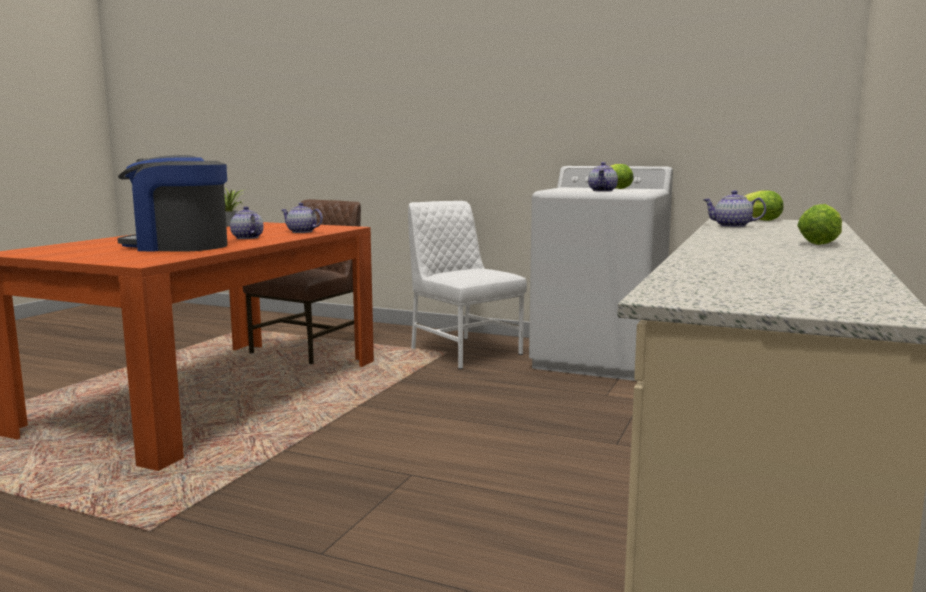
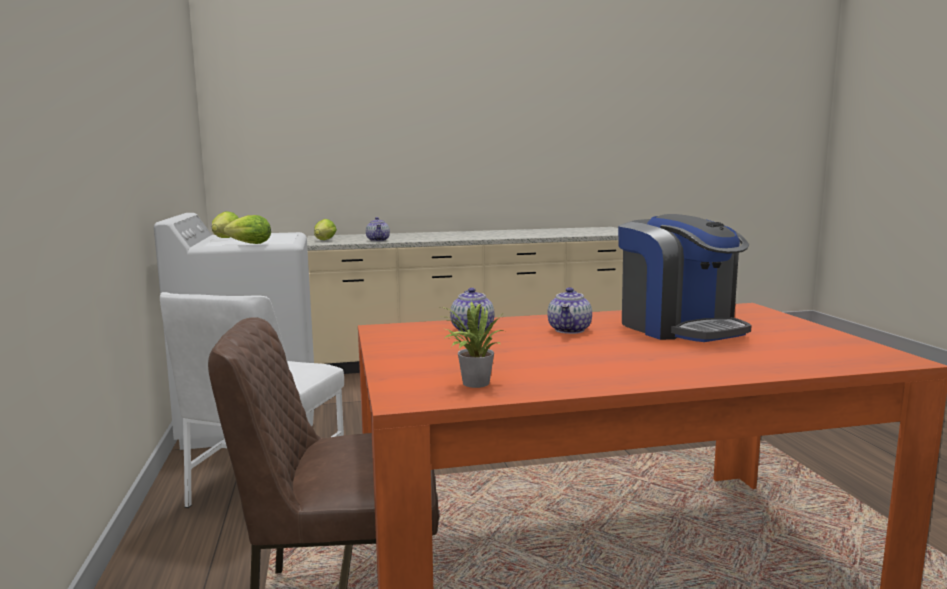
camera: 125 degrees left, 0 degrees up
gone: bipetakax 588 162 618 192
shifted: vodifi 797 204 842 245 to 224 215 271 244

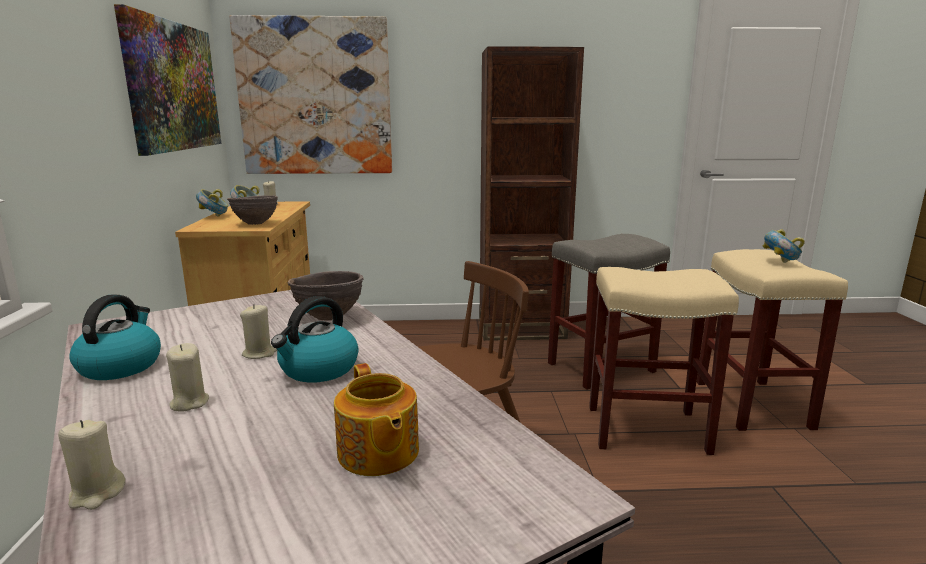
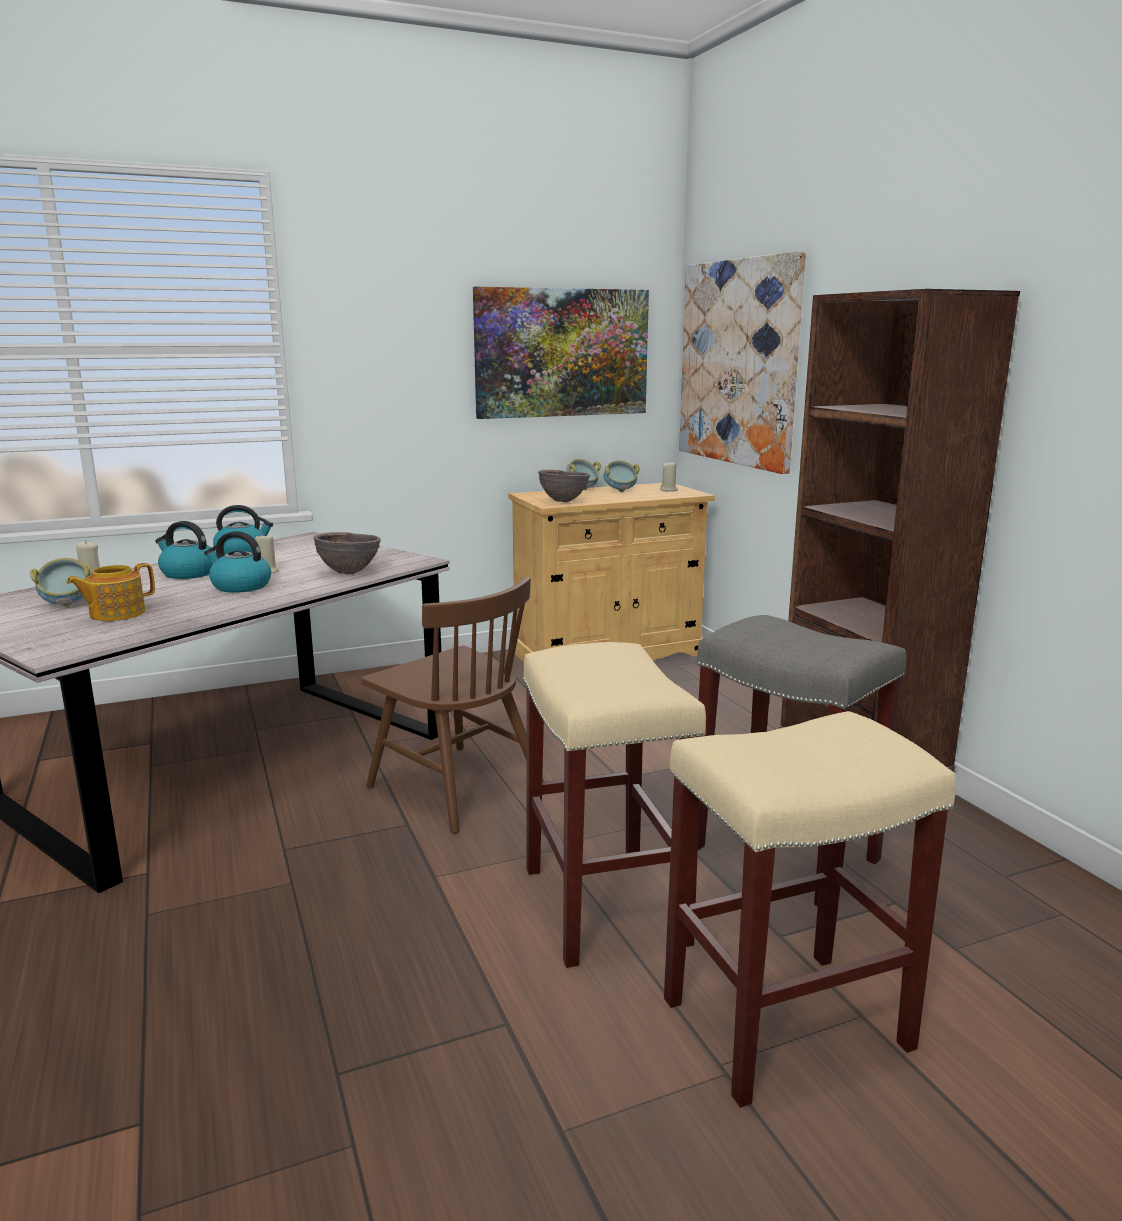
camera: 70 degrees right, 0 degrees up
shifted: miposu 763 229 805 263 to 30 558 92 607
swapped: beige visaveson 166 343 209 412 to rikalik 155 521 212 579

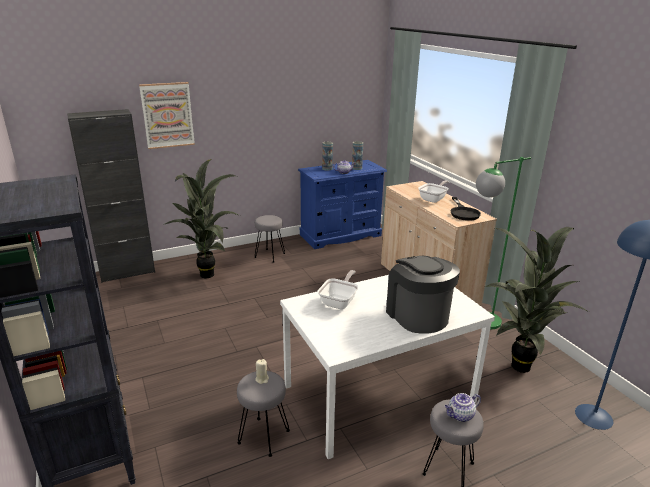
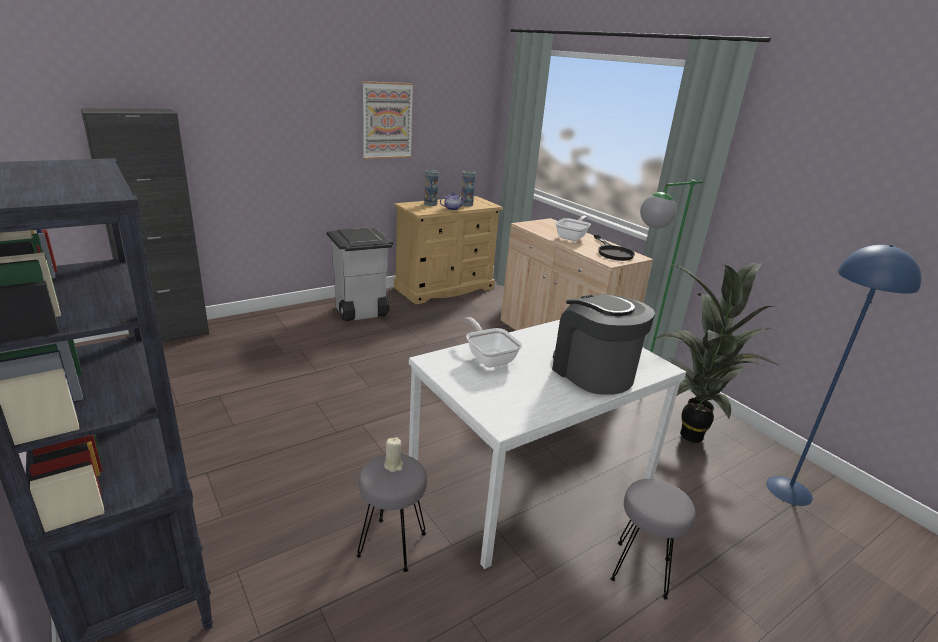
camera: 10 degrees left, 0 degrees up
gone: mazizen 163 159 240 278; bipetakax 445 393 481 422
shifted: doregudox 139 82 195 149 to 362 81 413 159
swapped: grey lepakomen 254 215 285 262 to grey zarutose 327 228 393 321
repainted: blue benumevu 298 160 387 249 to beige benumevu 394 196 503 304
rotated: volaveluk 318 270 359 309 = 465 317 522 368 45 degrees counterclockwise

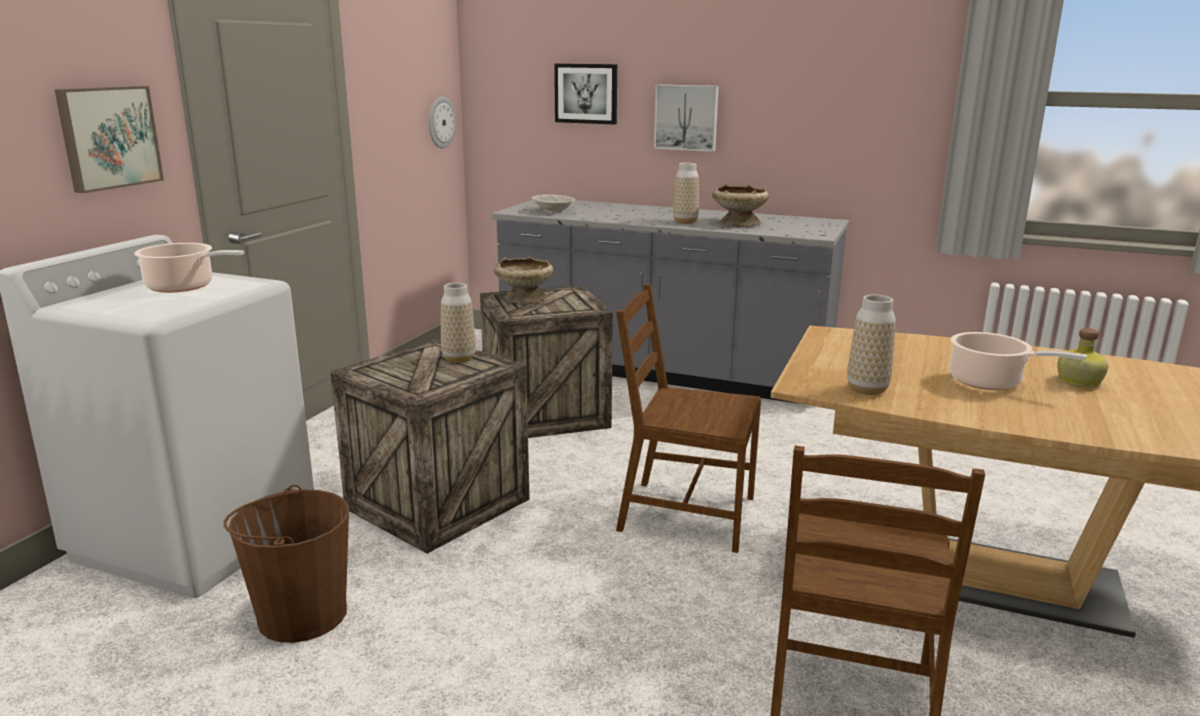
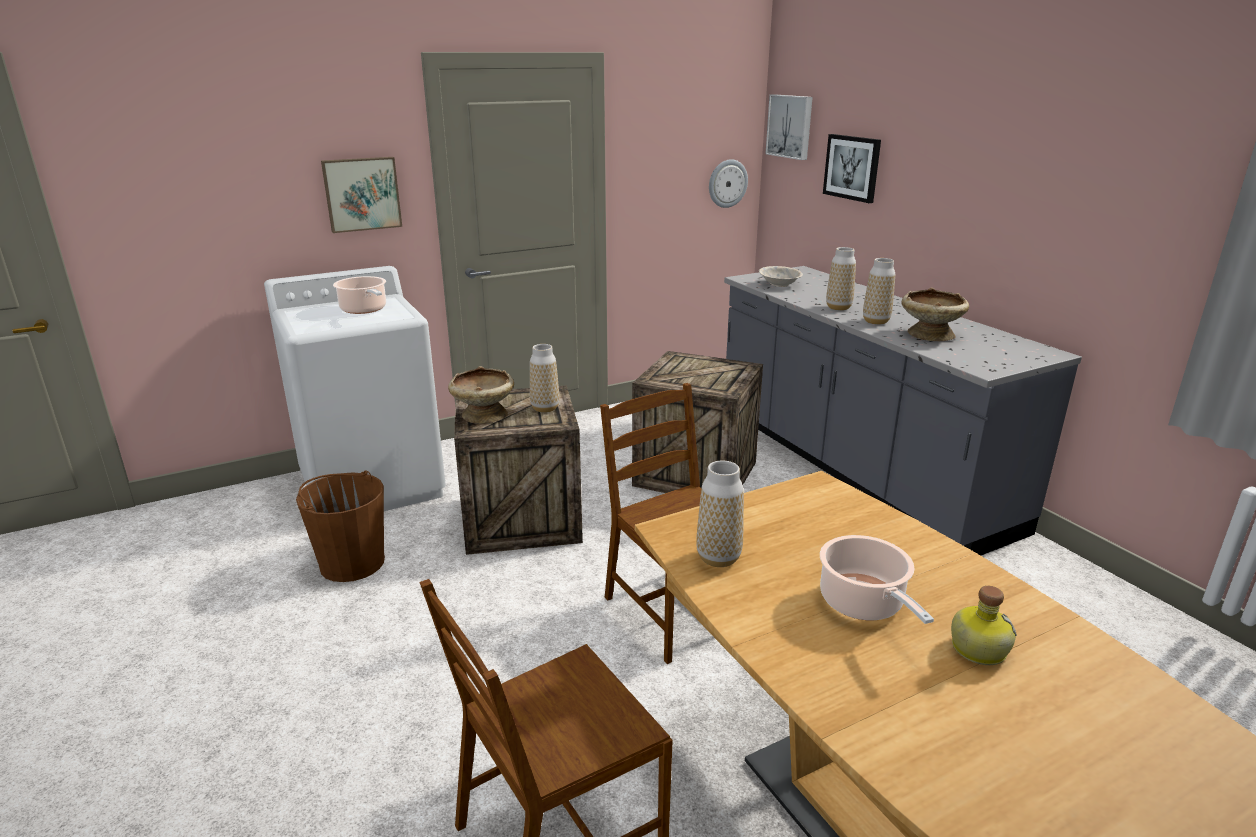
camera: 40 degrees right, 5 degrees up
new: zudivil 826 247 856 310
shifted: beige miposu 494 257 553 304 to 448 366 514 424; doregudox 654 85 719 152 to 766 94 813 160

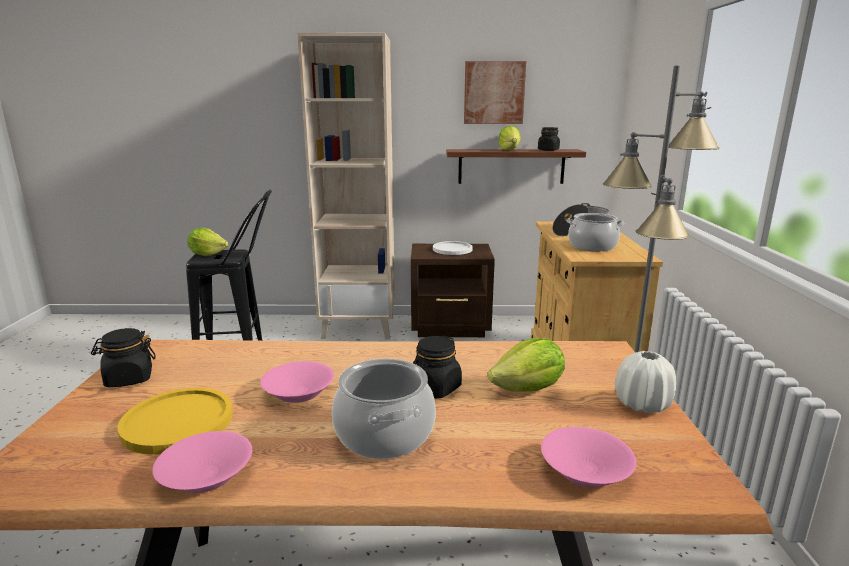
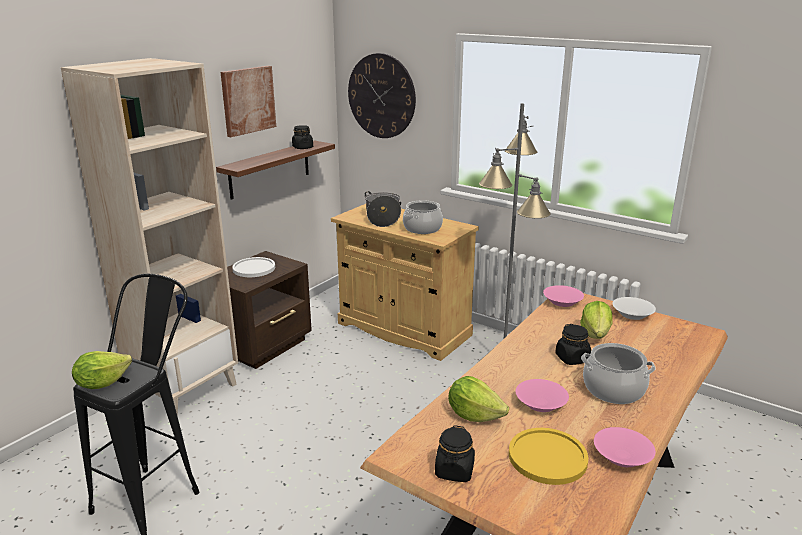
camera: 55 degrees left, 5 degrees up
new: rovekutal 348 53 416 138
shifted: vodifi 498 126 521 150 to 448 376 509 422; pink miposu 541 427 637 487 to 543 285 584 307
swapped: white zudivil 615 351 676 413 to white miposu 612 297 656 320

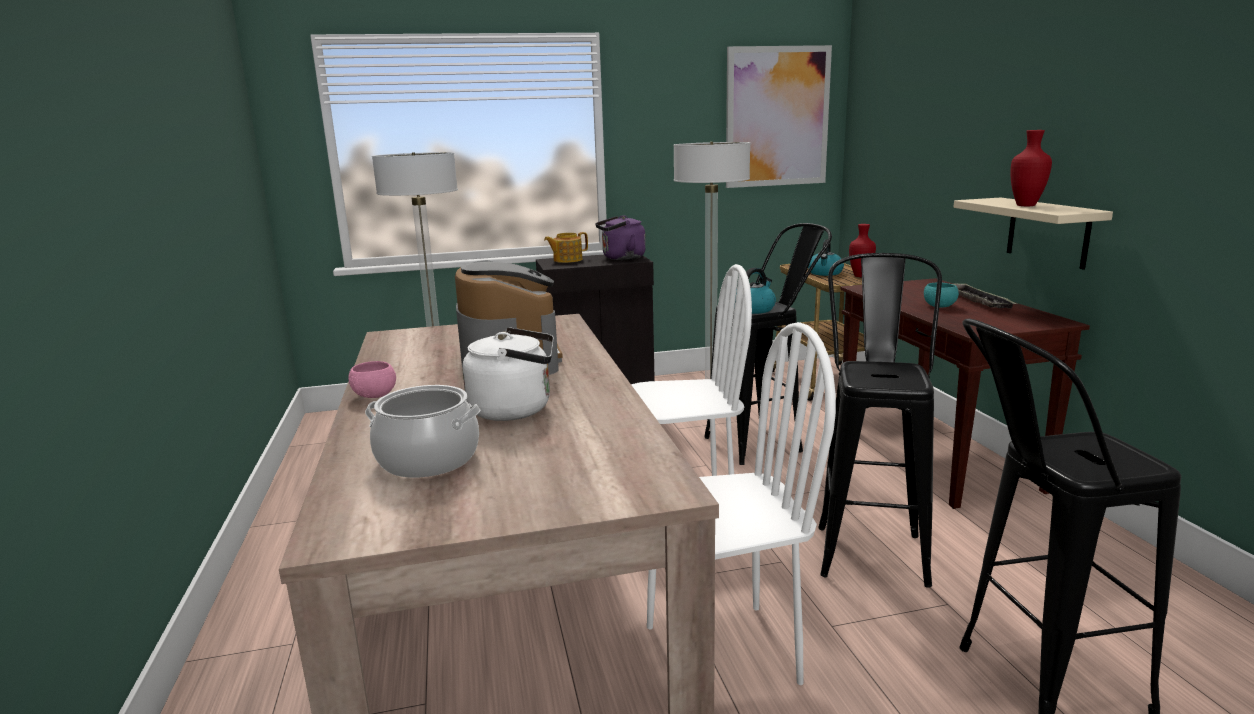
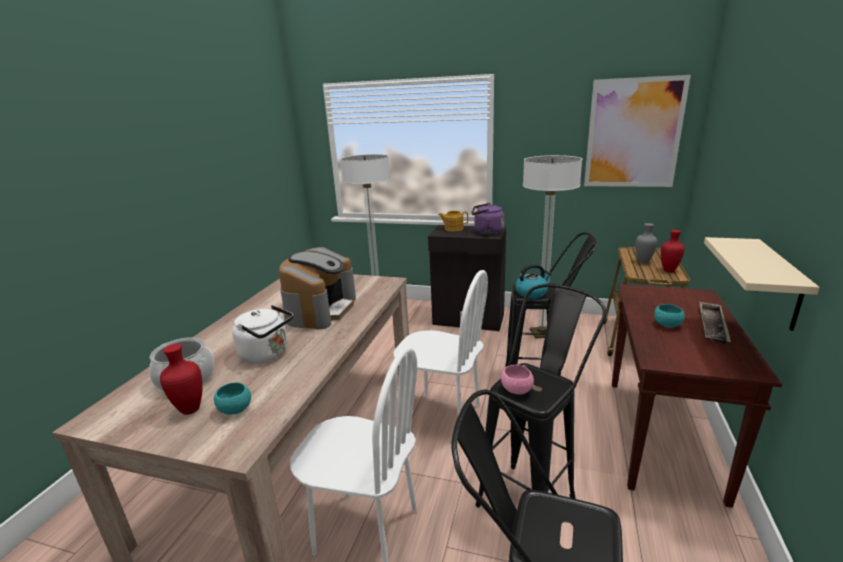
camera: 30 degrees right, 5 degrees up
new: turquoise miposu 214 382 251 415
shifted: pink miposu 348 361 396 398 to 501 365 534 395; red zudivil 1011 130 1052 206 to 160 344 203 415
swapped: rikalik 808 239 844 276 to grey zudivil 635 223 658 264

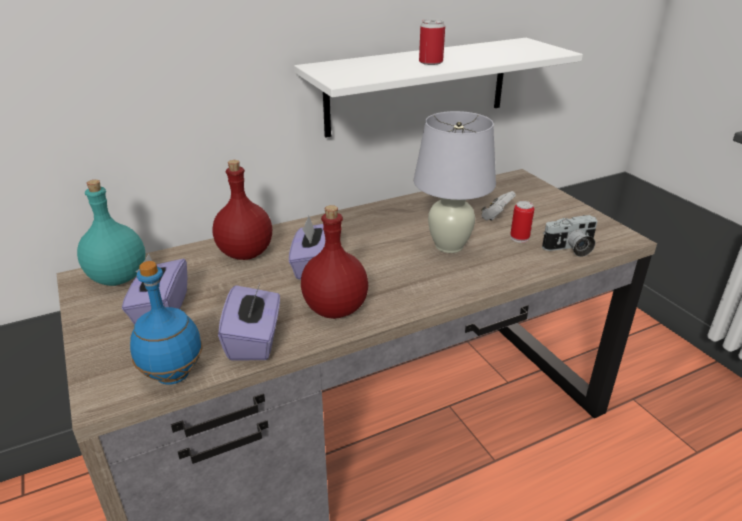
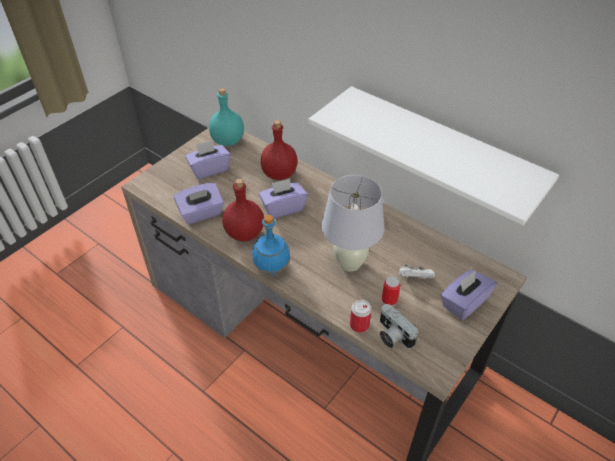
camera: 65 degrees right, 15 degrees up
new: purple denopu 440 270 497 320
shifted: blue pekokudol 130 261 203 385 to 252 215 290 276; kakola 419 19 445 65 to 350 300 372 333

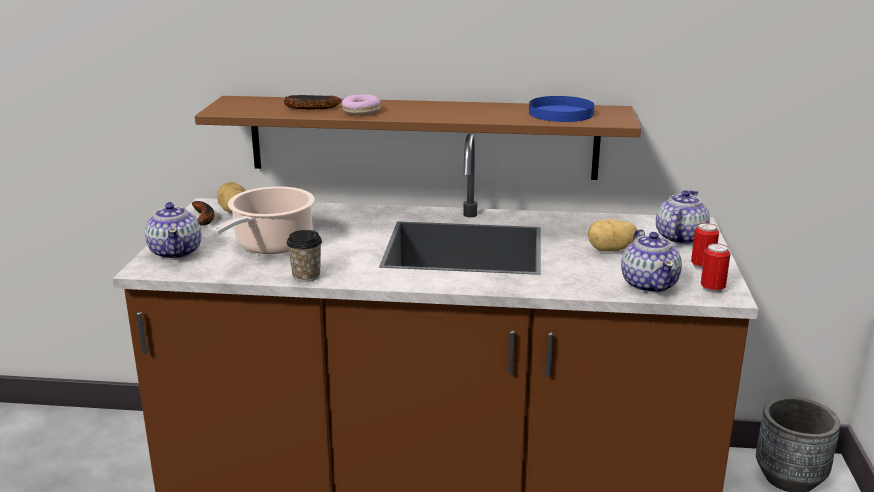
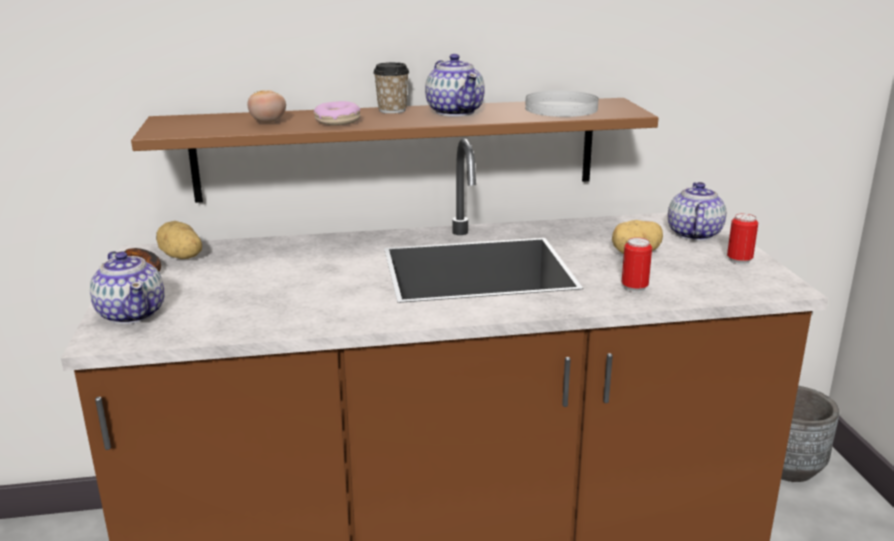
camera: 15 degrees left, 0 degrees up
gone: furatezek 211 186 315 254
shifted: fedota 286 230 322 282 to 373 62 409 114; bipetakax 621 229 682 293 to 425 54 485 116; kakola 701 243 730 294 to 622 237 652 293
swapped: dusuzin 284 95 341 110 to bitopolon 247 90 286 123
repainted: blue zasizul 529 96 594 122 to white zasizul 525 91 599 117

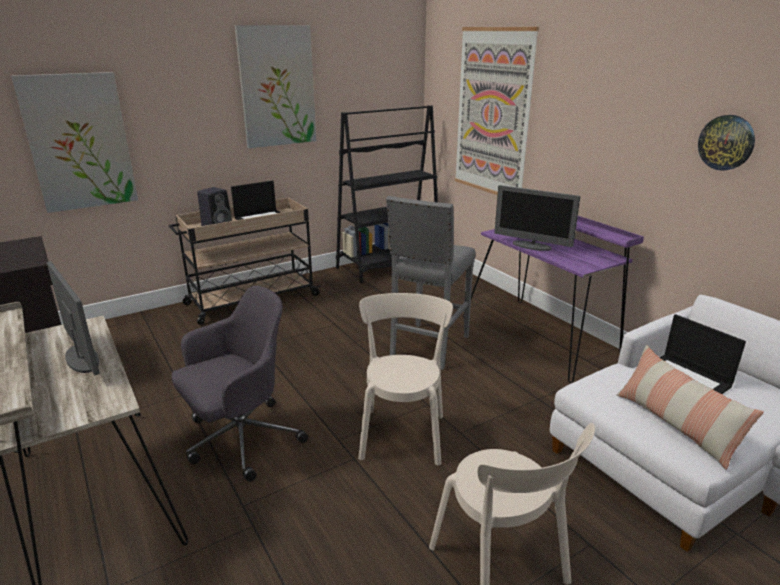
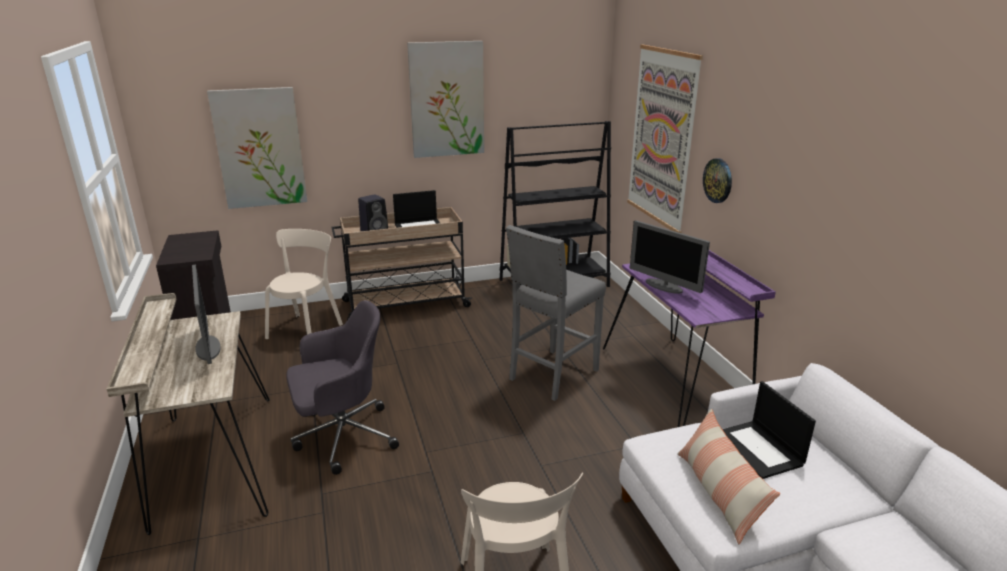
camera: 15 degrees right, 0 degrees up
shifted: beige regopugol 358 293 453 465 to 265 229 343 339; rovekutal 698 115 755 170 to 703 158 732 203

